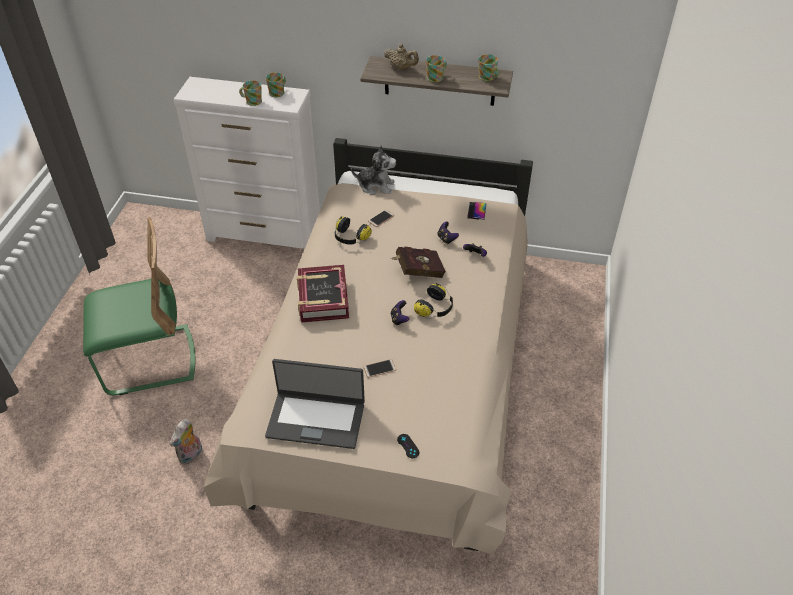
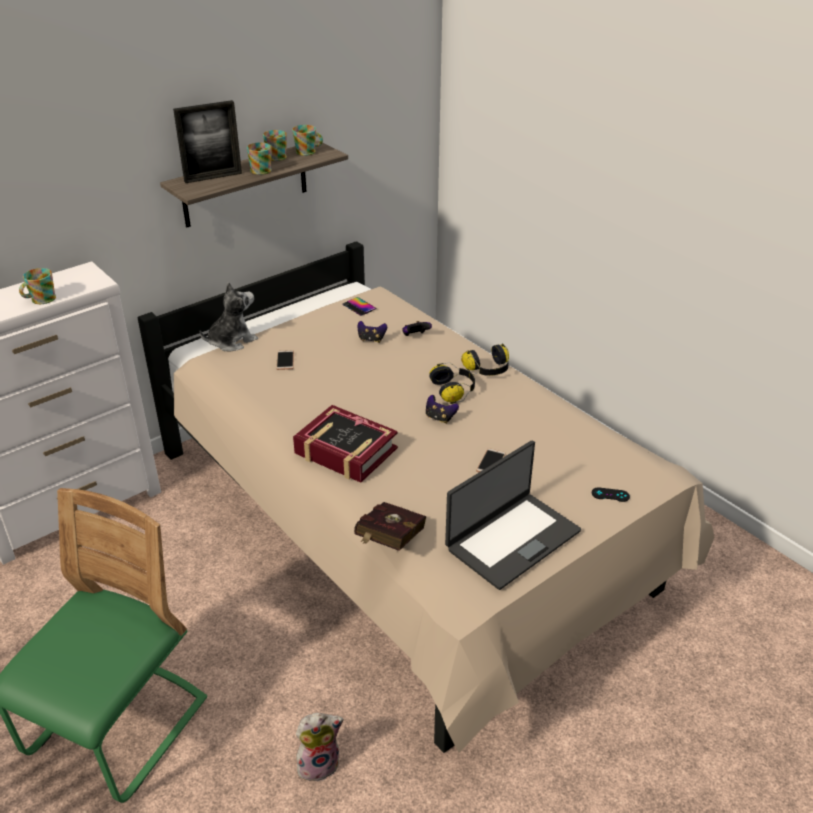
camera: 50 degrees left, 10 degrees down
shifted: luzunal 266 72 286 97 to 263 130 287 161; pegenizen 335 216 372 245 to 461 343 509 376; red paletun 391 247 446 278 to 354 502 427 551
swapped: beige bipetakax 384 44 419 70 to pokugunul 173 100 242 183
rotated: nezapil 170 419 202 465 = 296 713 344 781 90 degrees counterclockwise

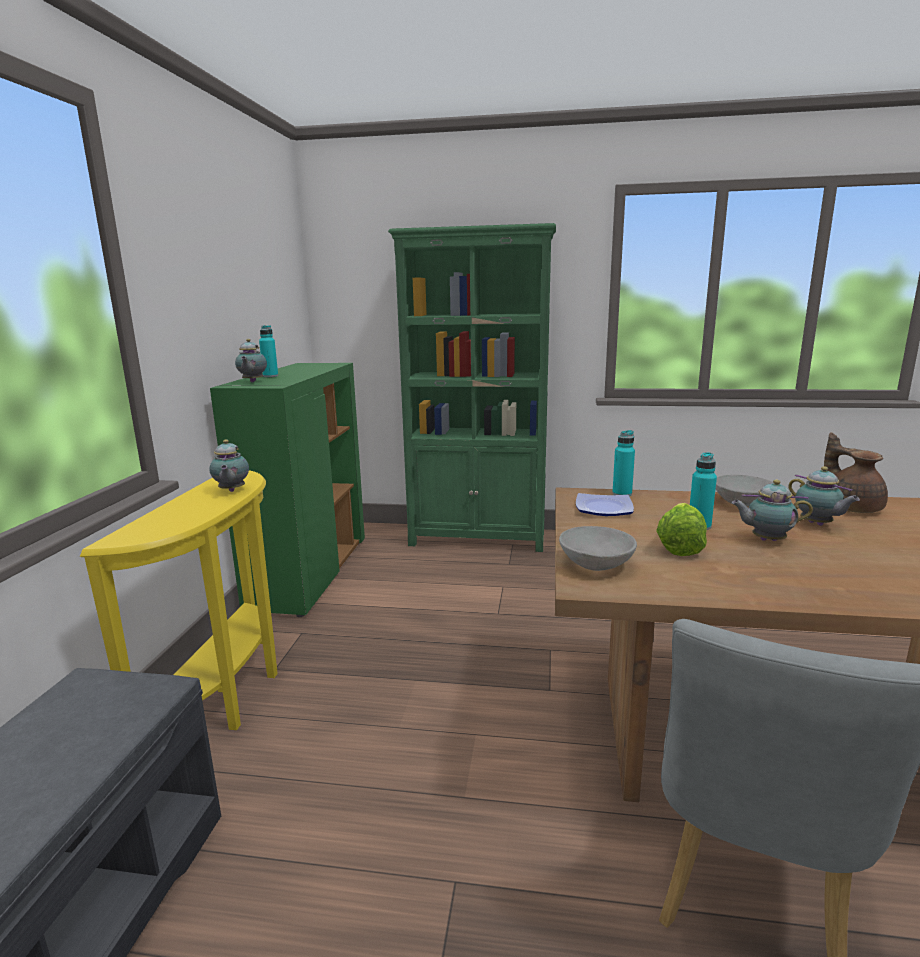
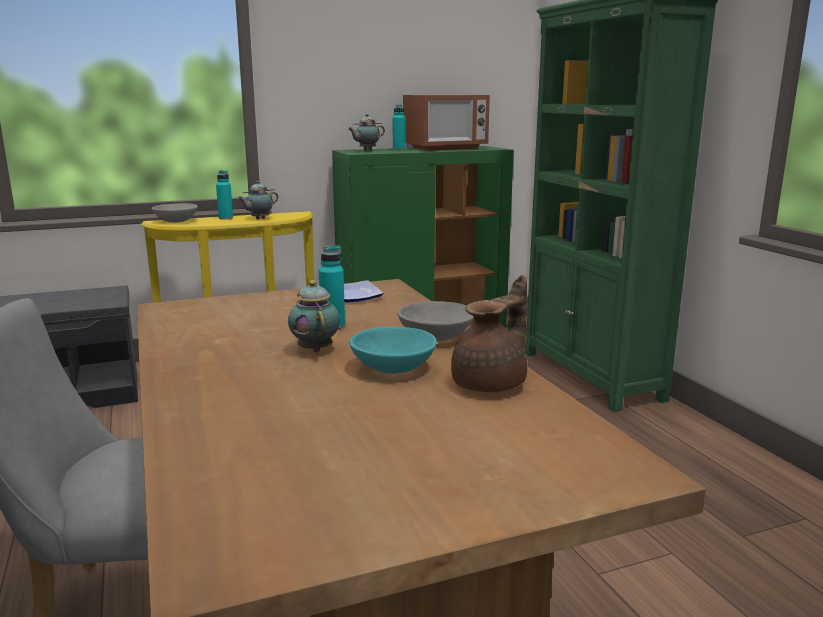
camera: 60 degrees right, 0 degrees up
gone: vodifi 656 503 707 556
new: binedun 403 95 490 151
shifted: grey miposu 559 526 637 571 to 152 203 198 223; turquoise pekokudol 612 430 635 496 to 216 170 233 219
swapped: bipetakax 788 466 860 526 to turquoise miposu 349 327 437 374

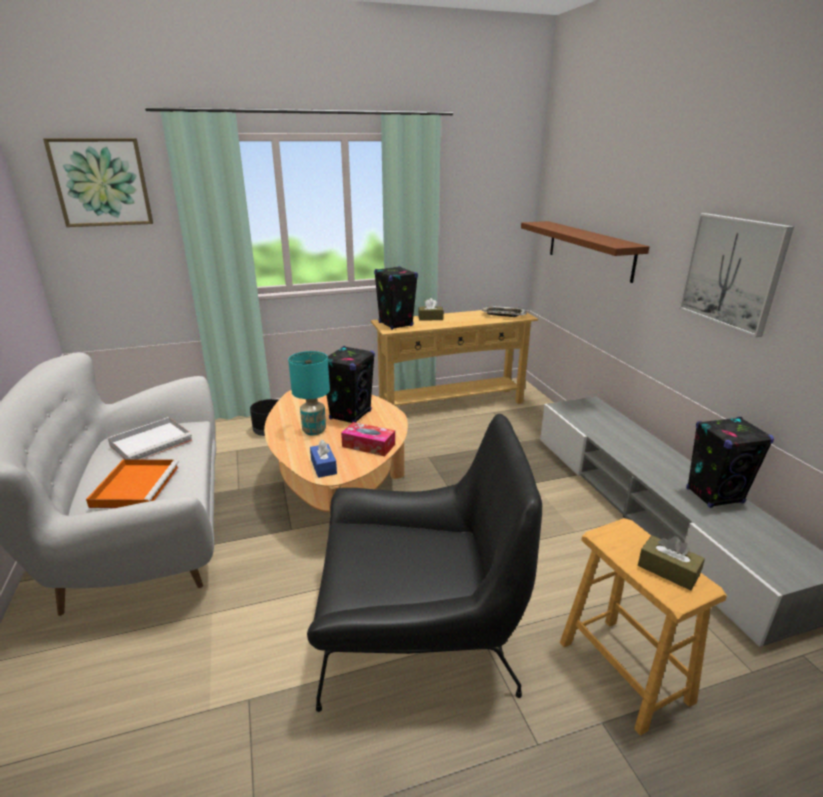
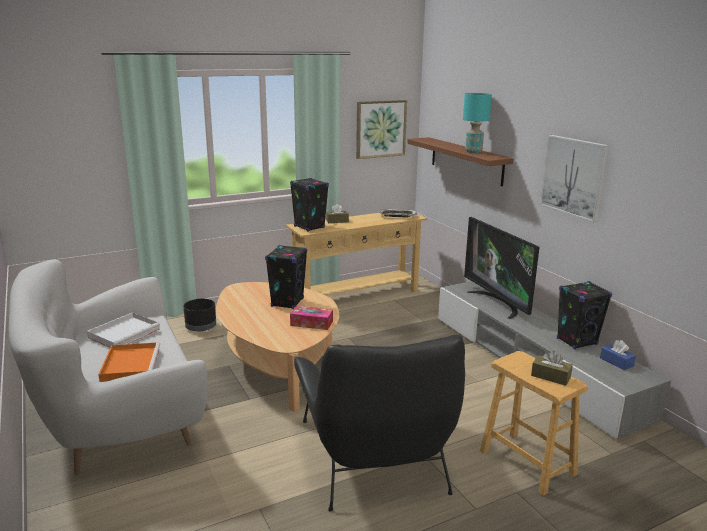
camera: 10 degrees left, 5 degrees down
new: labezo 464 217 539 319
shifted: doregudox 43 138 153 227 to 356 100 407 159; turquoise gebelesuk 288 351 330 435 to 463 93 492 153; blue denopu 310 440 337 478 to 600 340 636 370
rotated: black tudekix 307 414 542 712 = 294 335 465 512 90 degrees clockwise

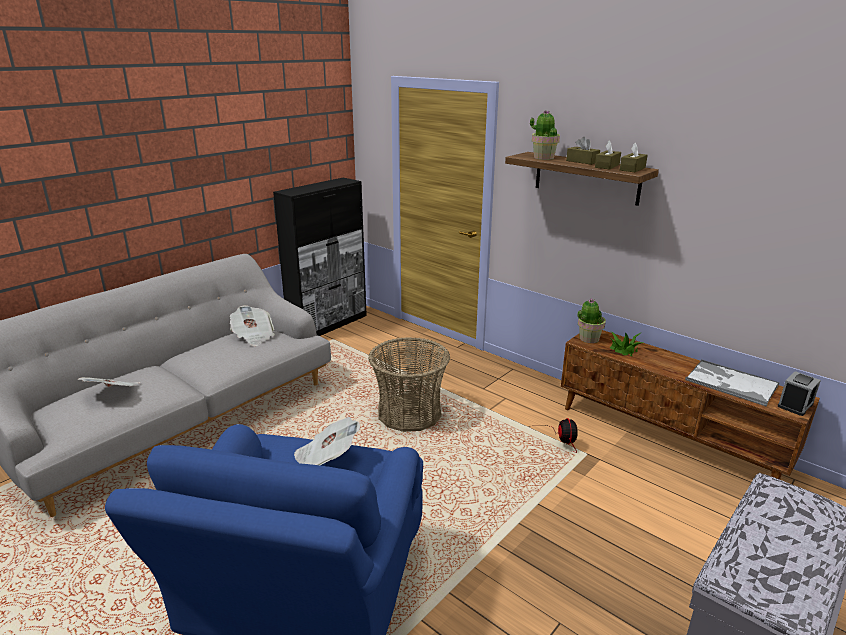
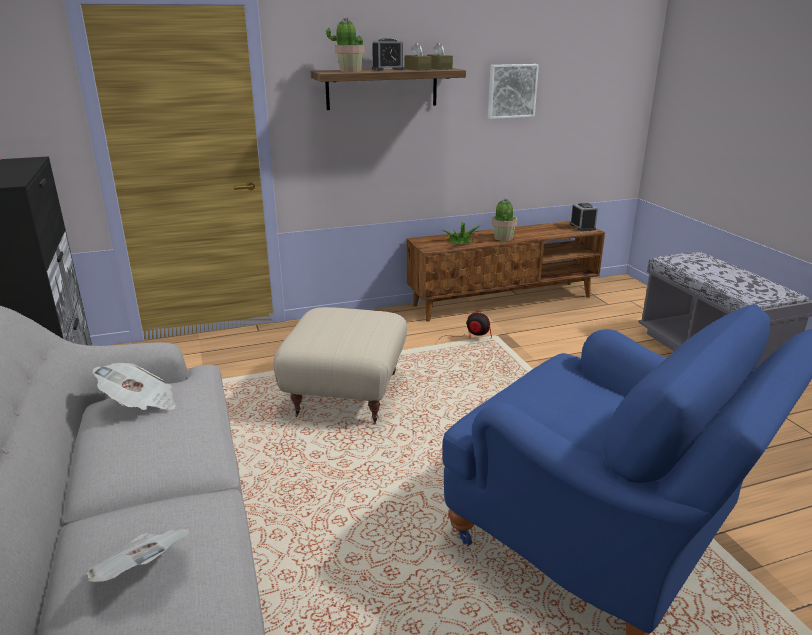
camera: 60 degrees left, 0 degrees up
gone: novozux 294 417 360 465; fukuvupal 685 359 779 407
new: doregudox 488 64 539 119
shifted: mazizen 577 299 606 343 to 492 198 517 241
swapped: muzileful 368 337 450 432 to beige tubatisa 274 307 407 425; brown denopu 566 137 600 165 to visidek 372 38 404 71

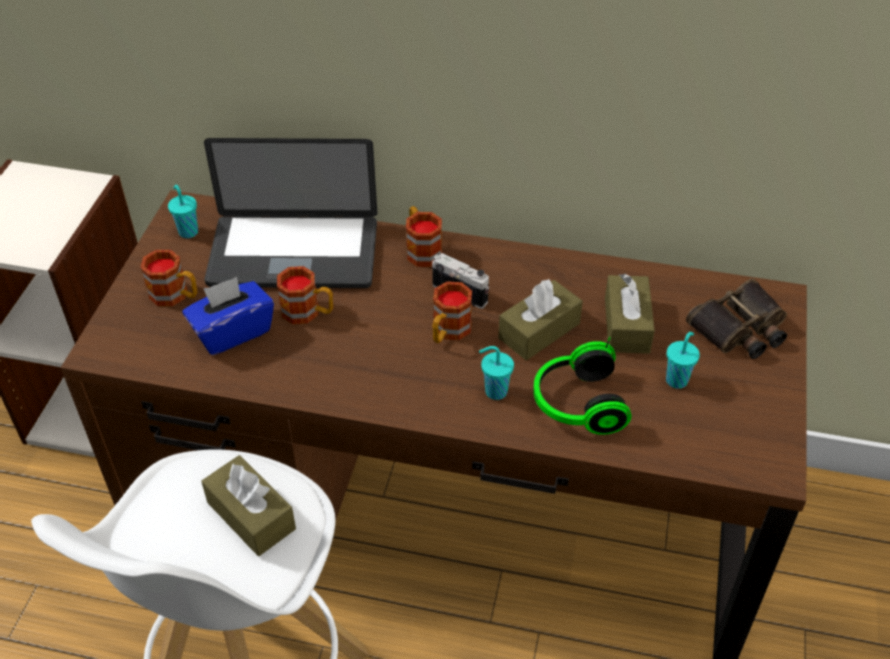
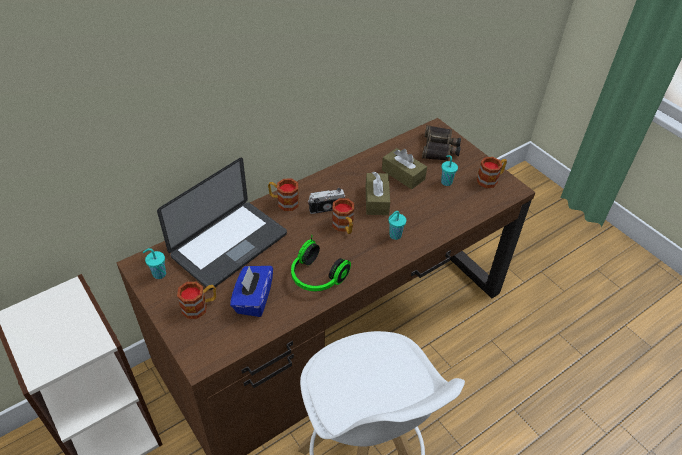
camera: 50 degrees left, 0 degrees up
gone: brown denopu 201 455 296 556
shifted: luzunal 277 266 333 324 to 477 157 507 188; pegenizen 533 336 631 435 to 291 235 351 291

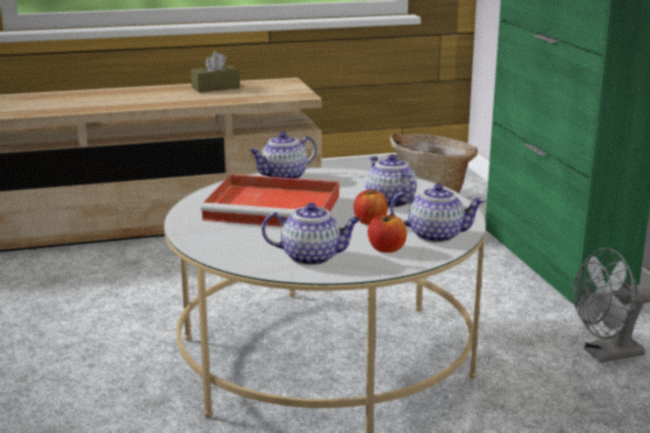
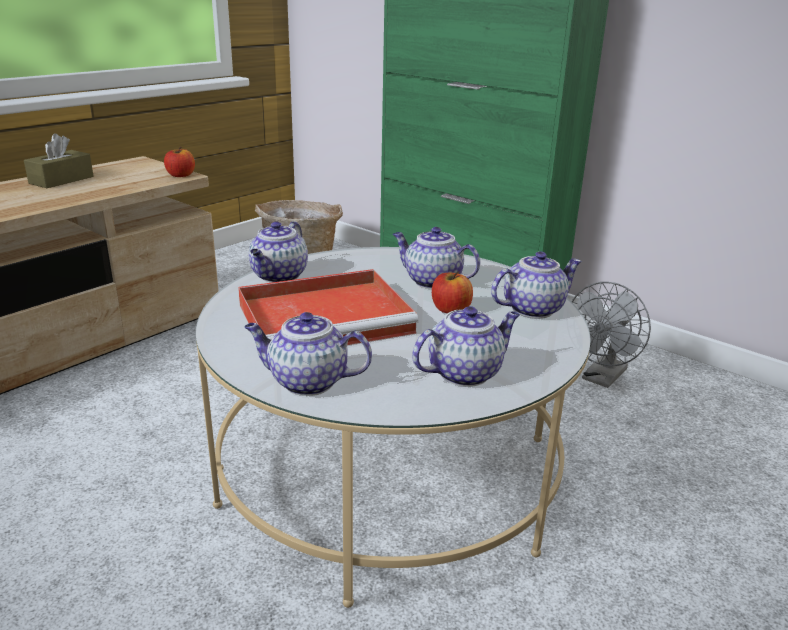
camera: 35 degrees left, 5 degrees up
new: bipetakax 244 312 372 396
shifted: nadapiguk 368 213 407 253 to 164 147 195 177

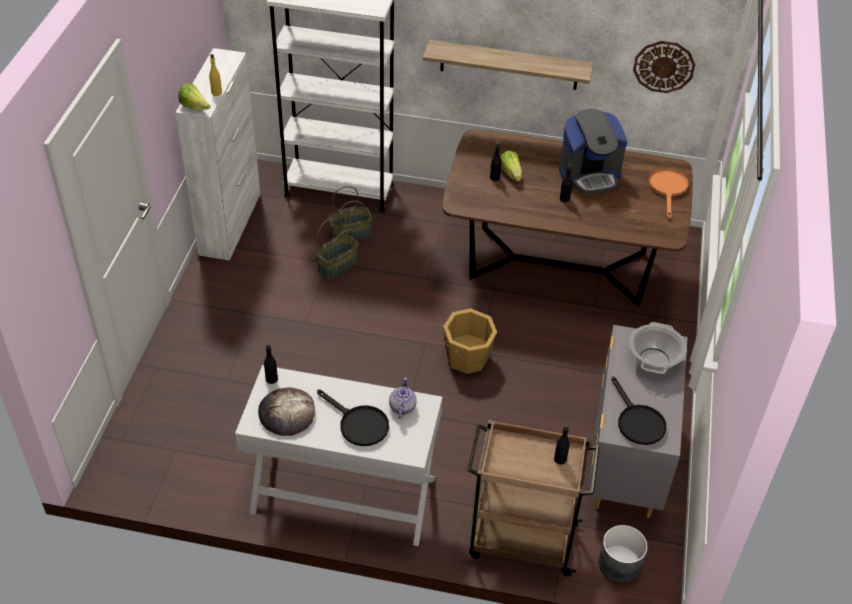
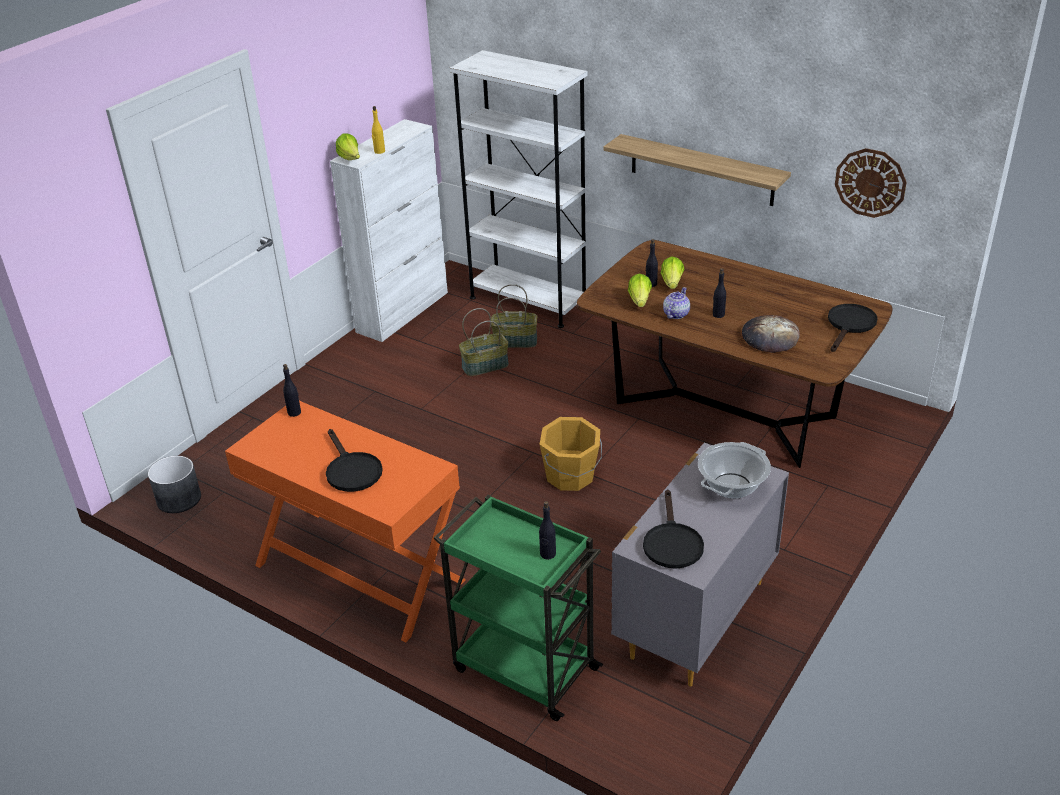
camera: 25 degrees right, 10 degrees down
gone: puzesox 559 109 627 194
new: vodifi 628 274 652 307
shifted: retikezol 258 387 315 436 to 742 315 800 353; bipetakax 389 377 417 419 to 663 287 690 319; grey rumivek 598 525 648 583 to 148 456 201 513
repainted: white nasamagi 235 365 443 546 to orange nasamagi 225 401 466 642; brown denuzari 468 420 599 576 to green denuzari 433 494 603 721; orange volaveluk 649 168 689 219 to black volaveluk 828 304 878 352

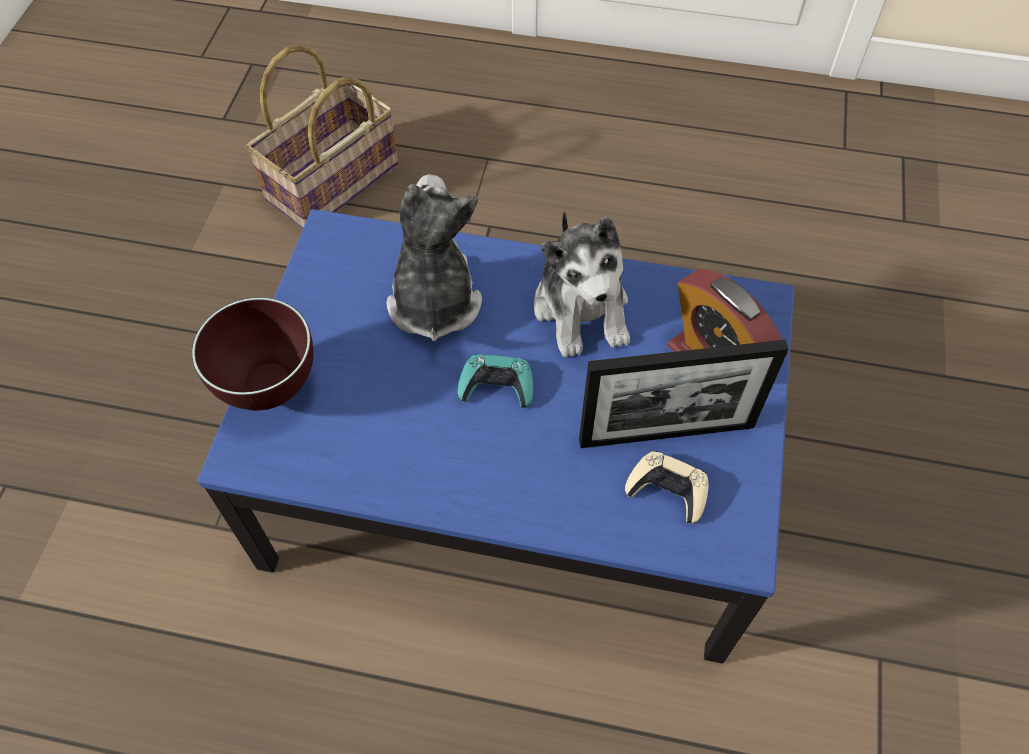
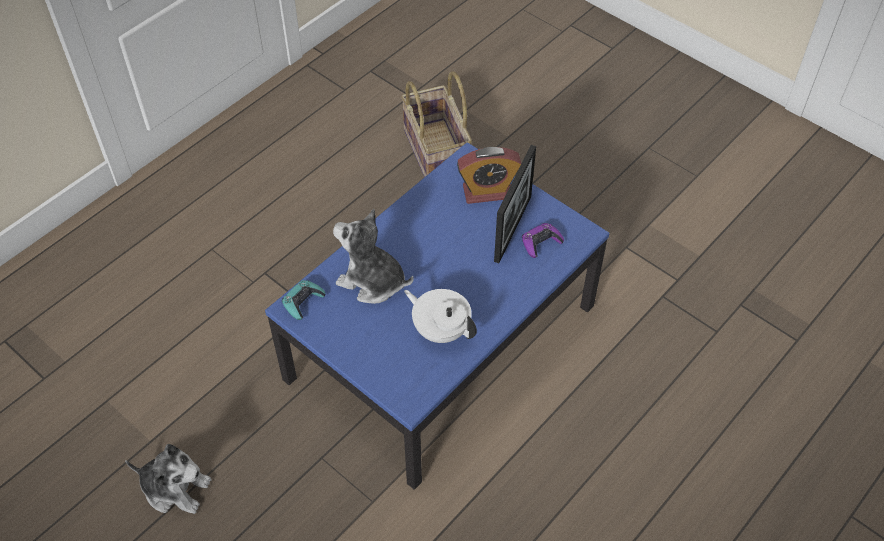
camera: 60 degrees left, 5 degrees down
gone: brown miposu 192 298 314 410
new: white bipetakax 404 289 477 343
shifted: muzileful 246 45 398 228 to 401 71 472 177; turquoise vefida 457 354 533 408 to 282 280 325 320; nezapil 534 211 630 358 to 125 444 212 514
repainted: beige vefida 625 451 709 524 to purple vefida 522 223 564 258

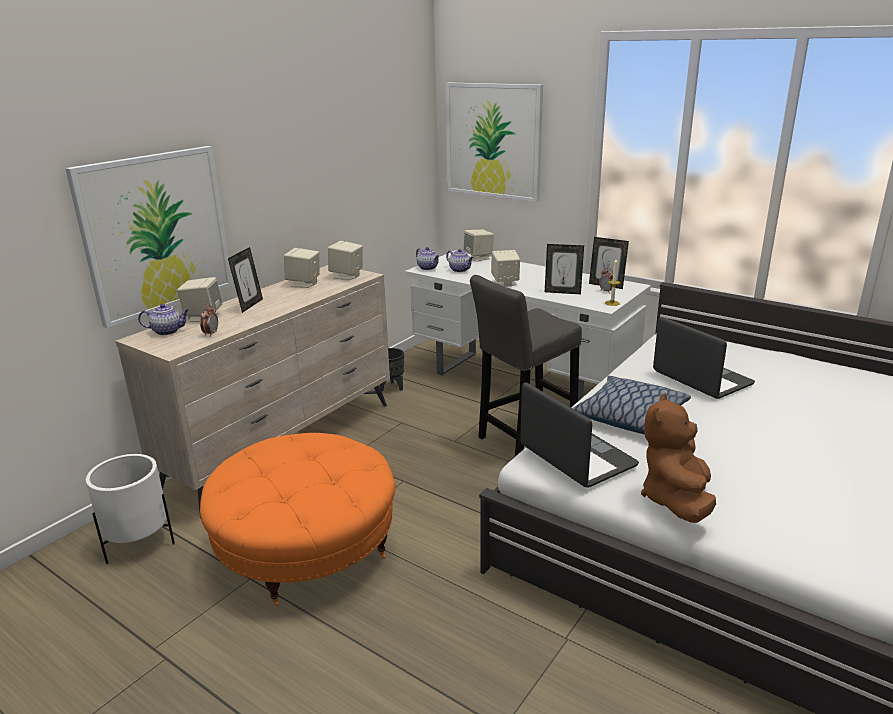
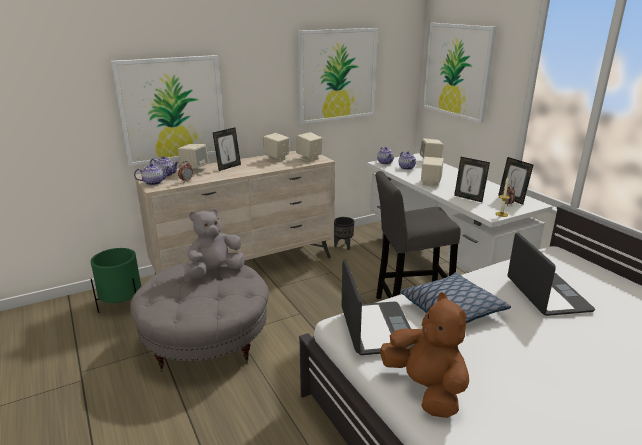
camera: 25 degrees right, 0 degrees up
new: bipetakax 134 163 169 185; grey nezapil 186 208 245 279; doregudox 298 28 378 124
repainted: white rumivek 86 454 175 564 to green rumivek 91 248 141 313; orange tubatisa 200 433 395 607 to grey tubatisa 130 261 269 372
rotated: brown nezapil 641 393 716 523 = 380 292 469 418 105 degrees clockwise

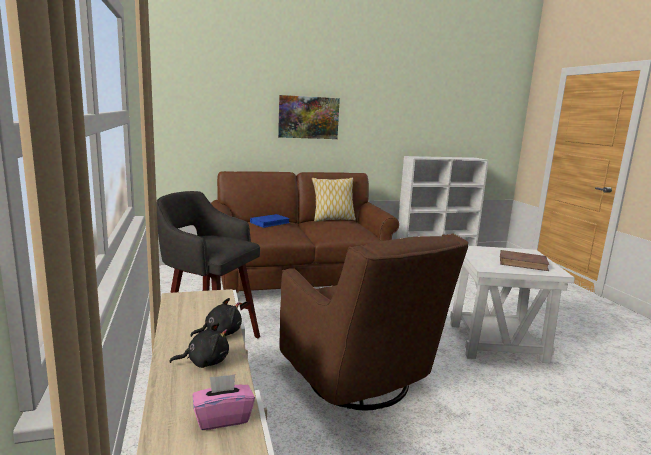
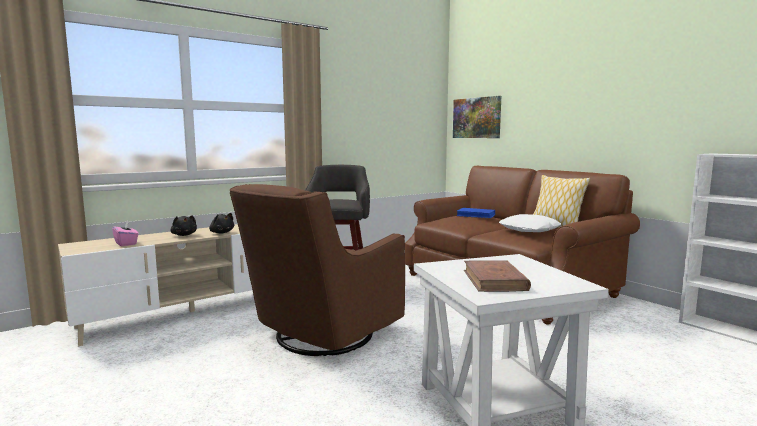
camera: 70 degrees right, 5 degrees down
new: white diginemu 499 214 561 232
shifted: doregudox 278 95 340 139 to 453 96 501 138

